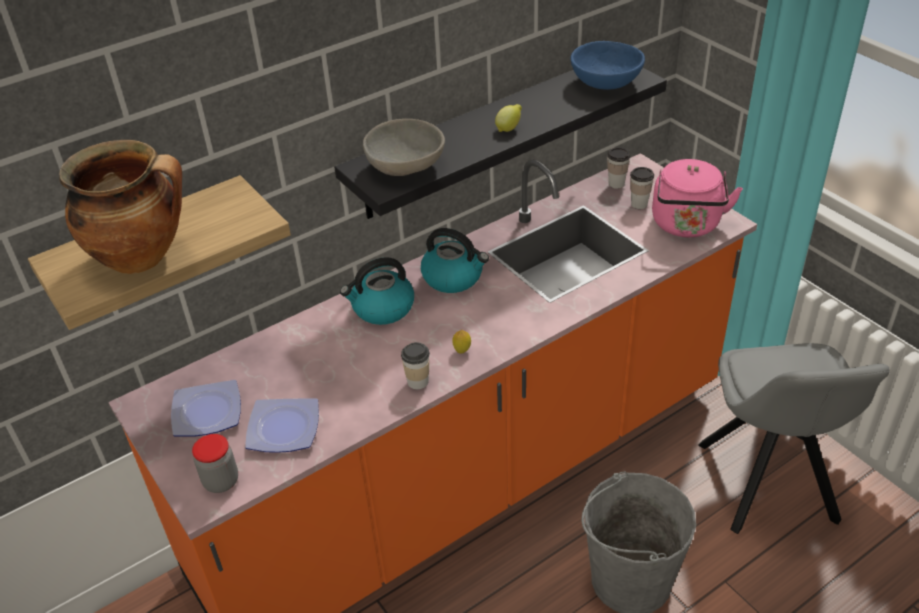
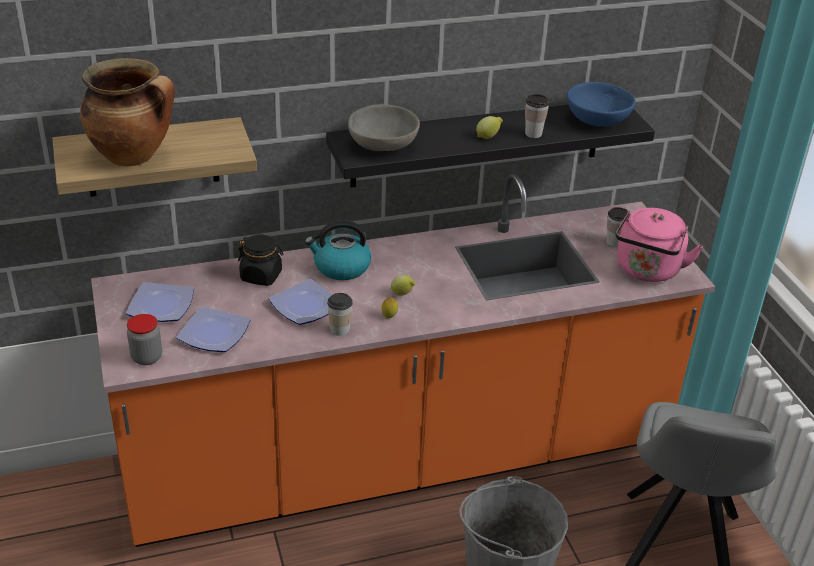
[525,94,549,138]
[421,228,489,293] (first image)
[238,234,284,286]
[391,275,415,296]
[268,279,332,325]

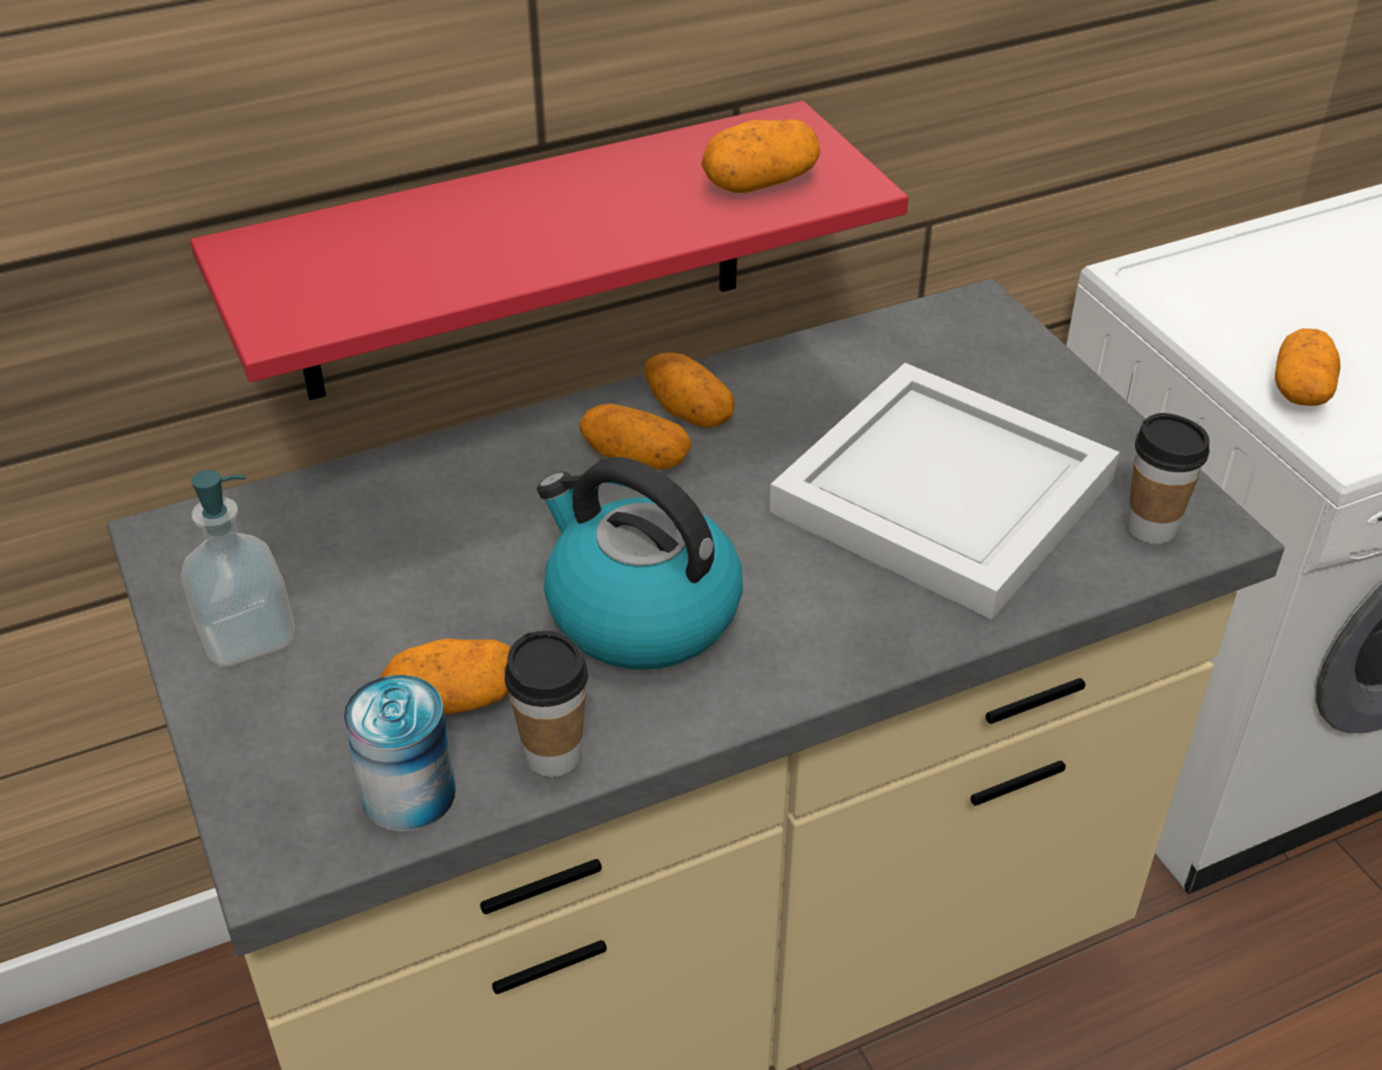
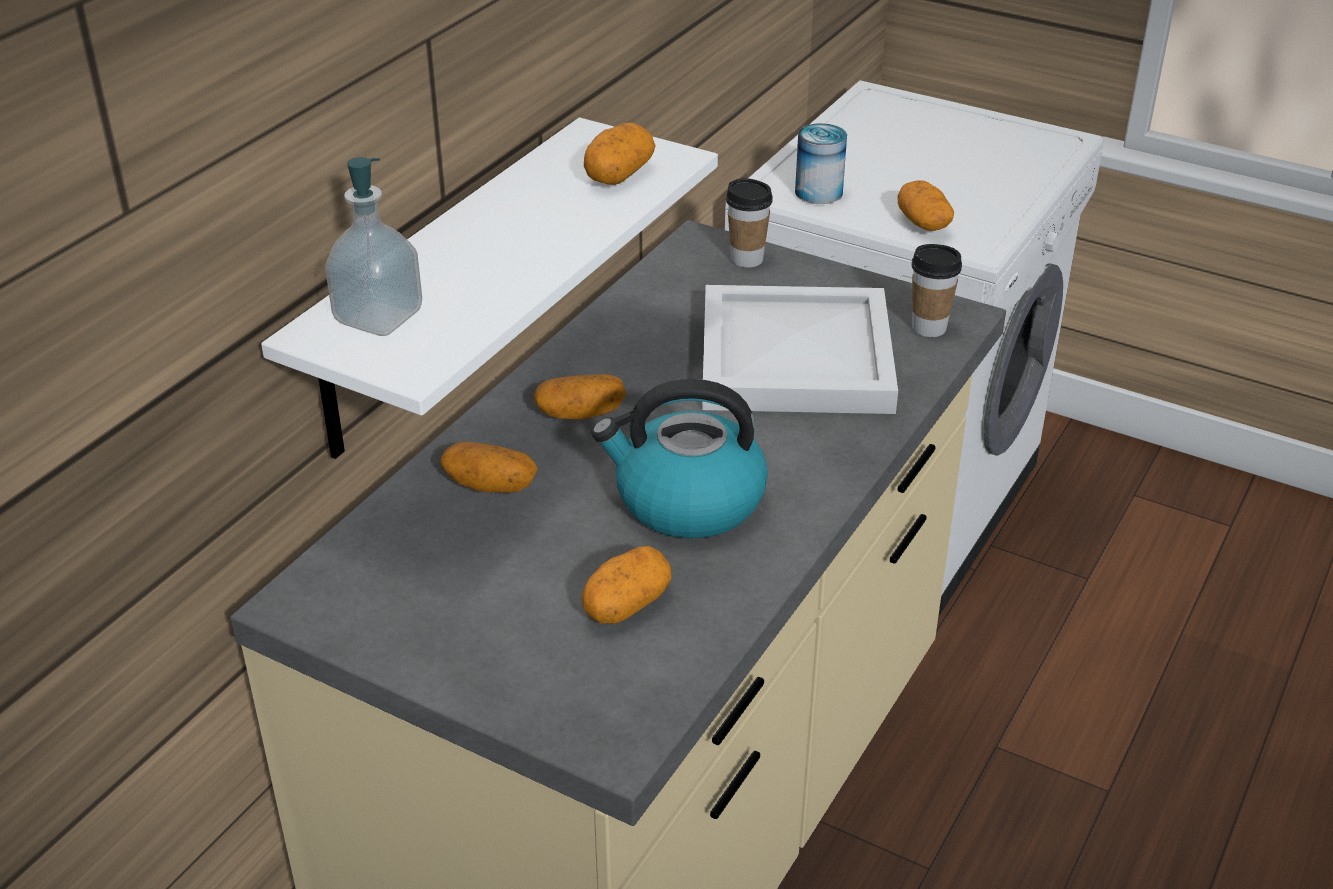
[261,118,718,459]
[440,442,538,493]
[325,157,422,336]
[726,178,773,268]
[795,123,847,204]

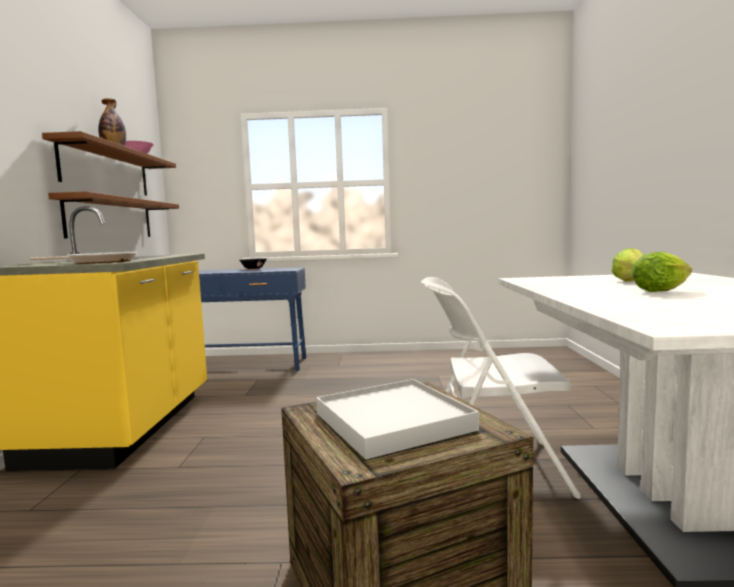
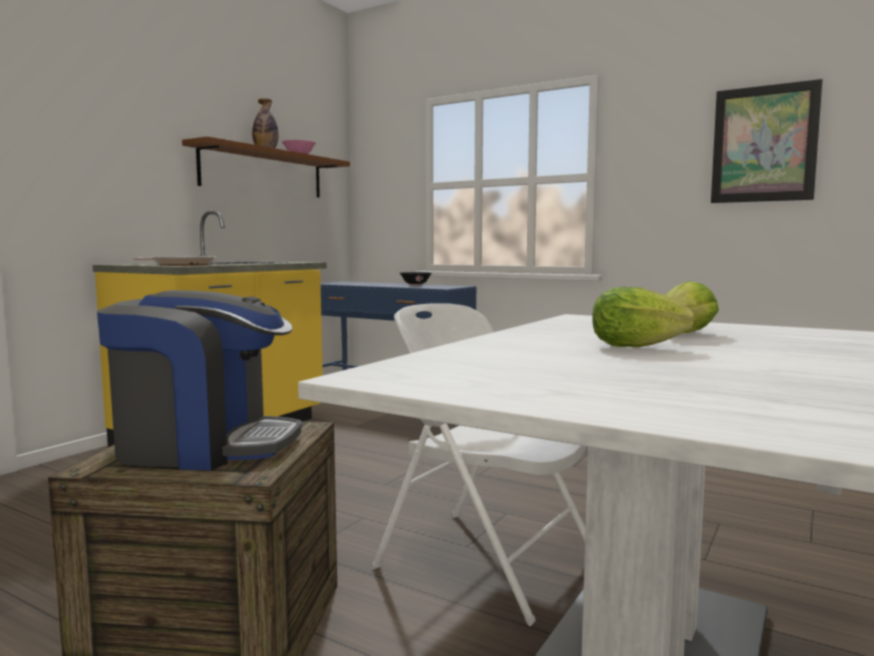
[48,192,179,238] (first image)
[97,290,301,470]
[711,79,822,203]

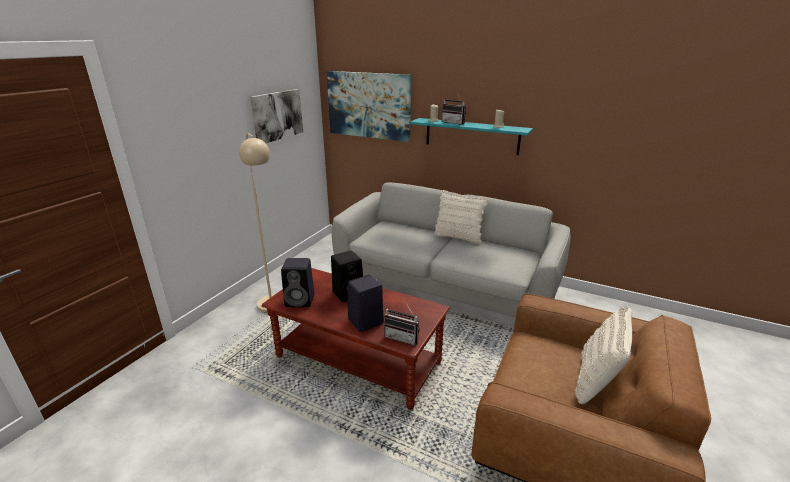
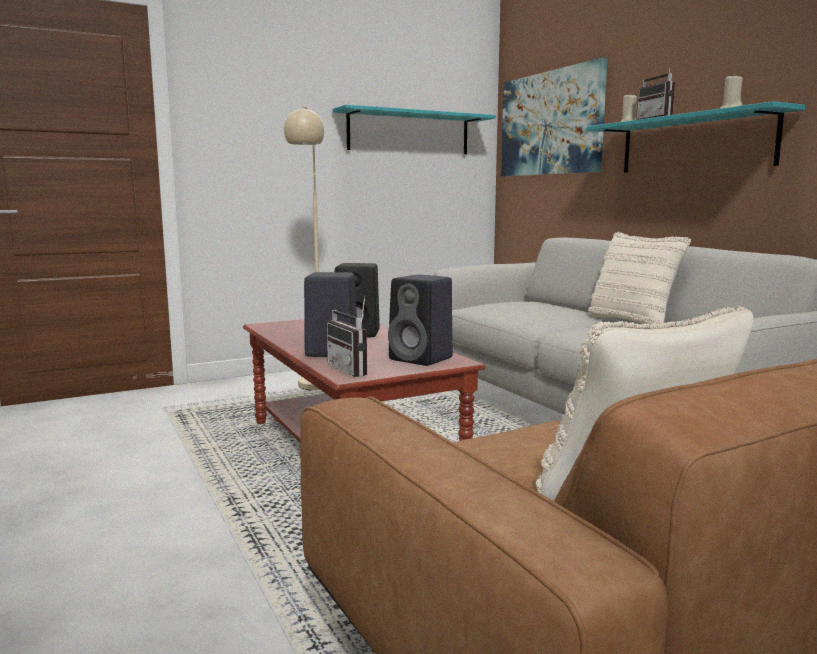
[333,105,496,154]
[388,274,453,366]

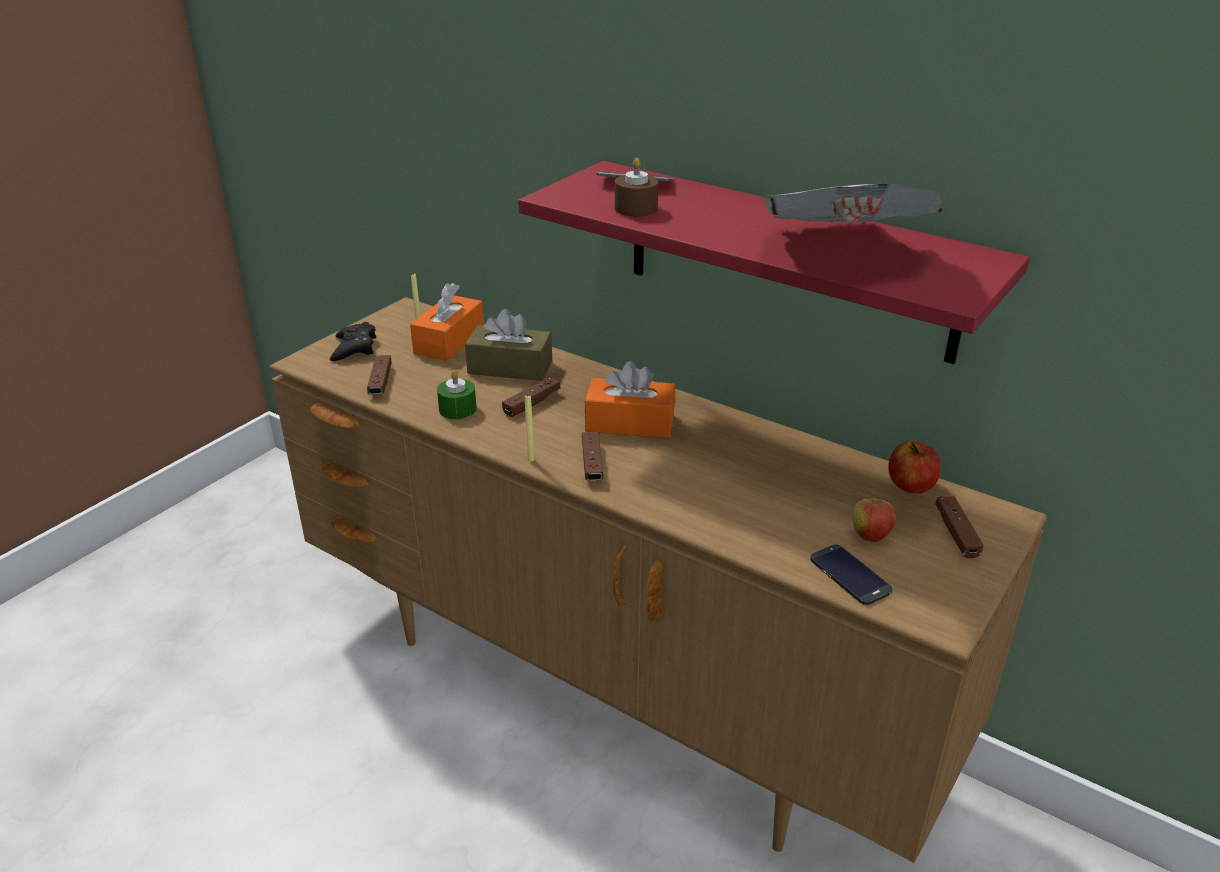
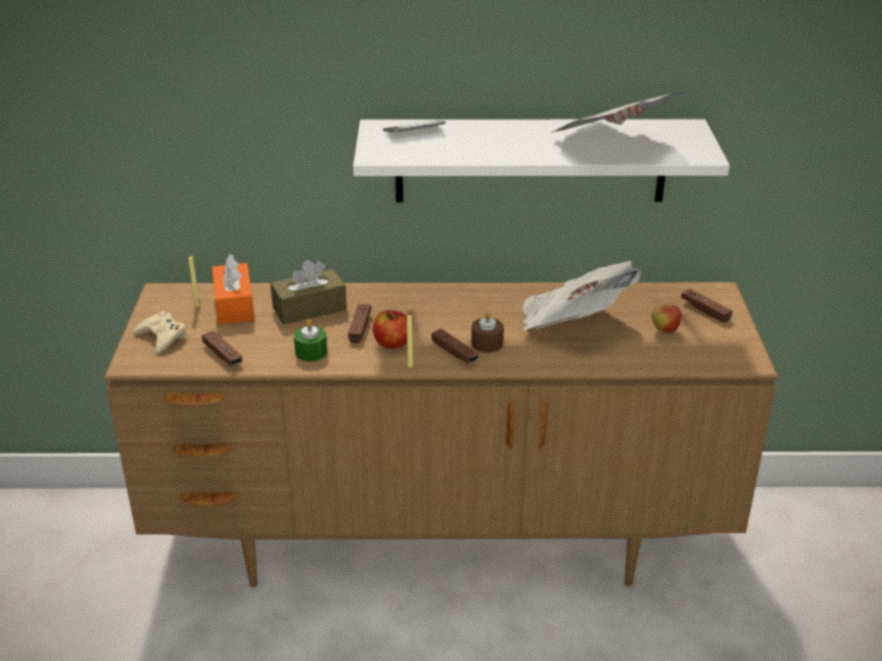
[471,311,504,353]
[353,119,730,202]
[133,311,187,354]
[585,361,675,438] (first image)
[373,310,407,349]
[810,544,892,605] (first image)
[523,261,641,330]

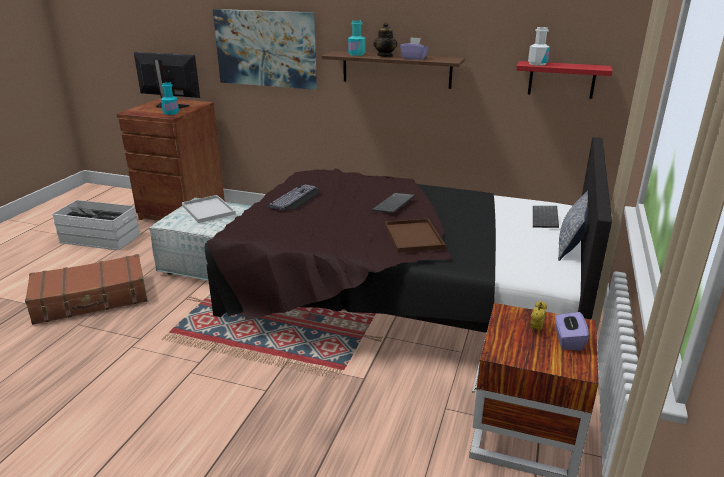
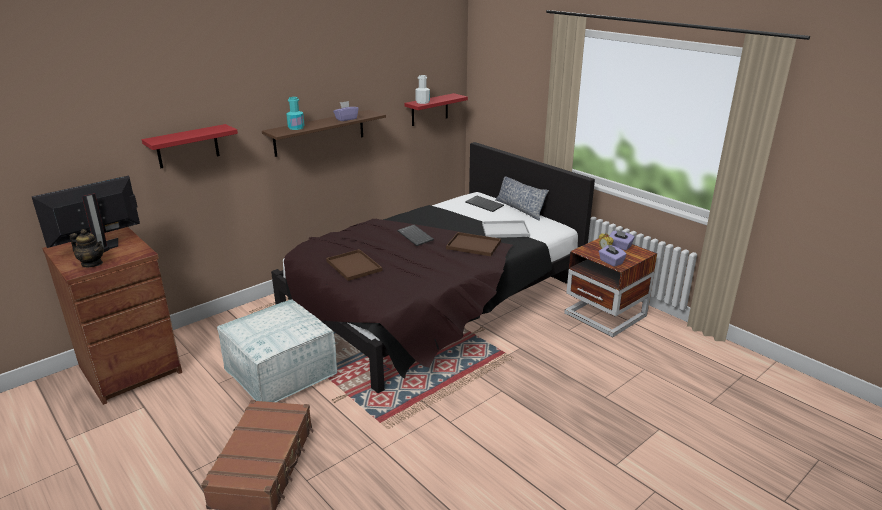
[142,124,238,168]
[70,229,104,267]
[161,82,179,115] (first image)
[326,249,382,281]
[482,220,530,238]
[52,200,140,250] (first image)
[599,244,627,267]

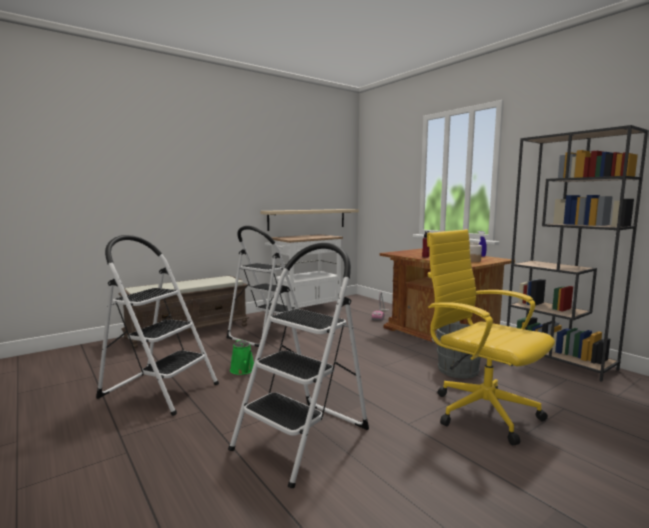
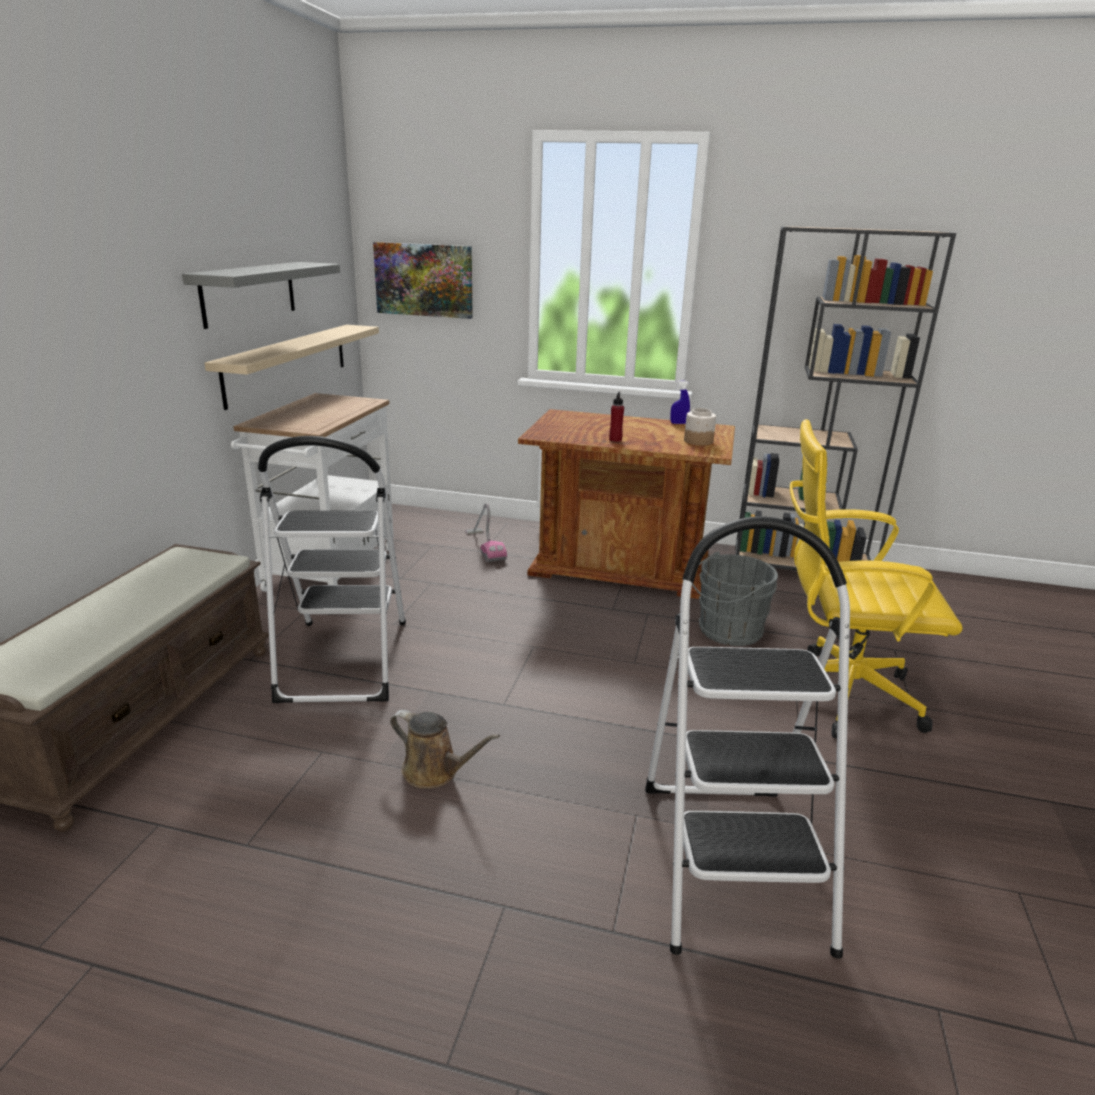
[96,235,219,416] (first image)
[390,710,500,789]
[373,242,473,319]
[182,262,340,329]

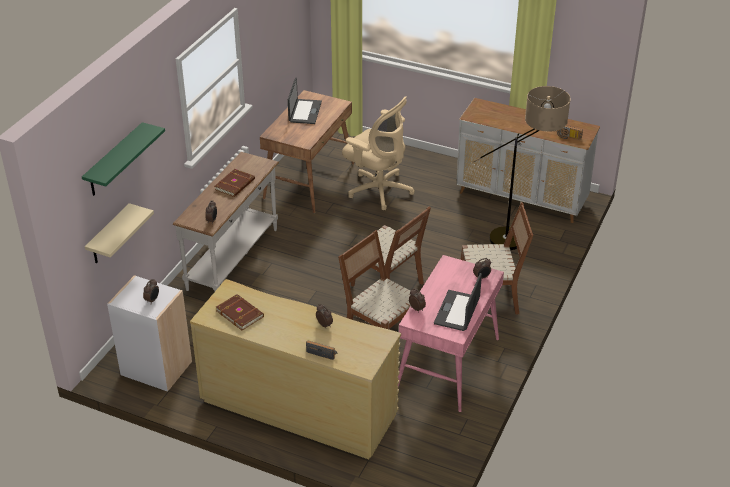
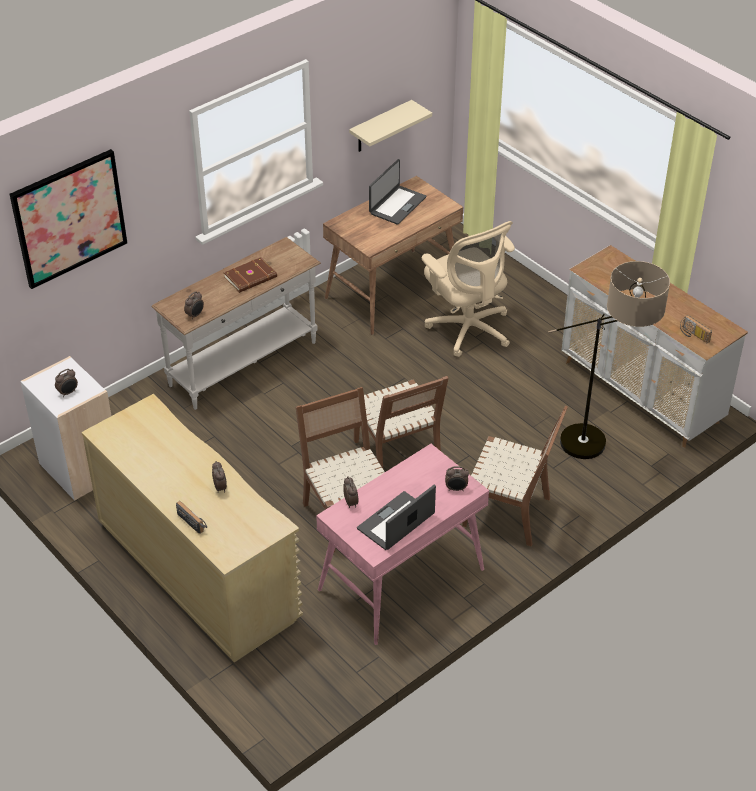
[9,149,127,289]
[349,100,432,152]
[216,294,264,330] (first image)

